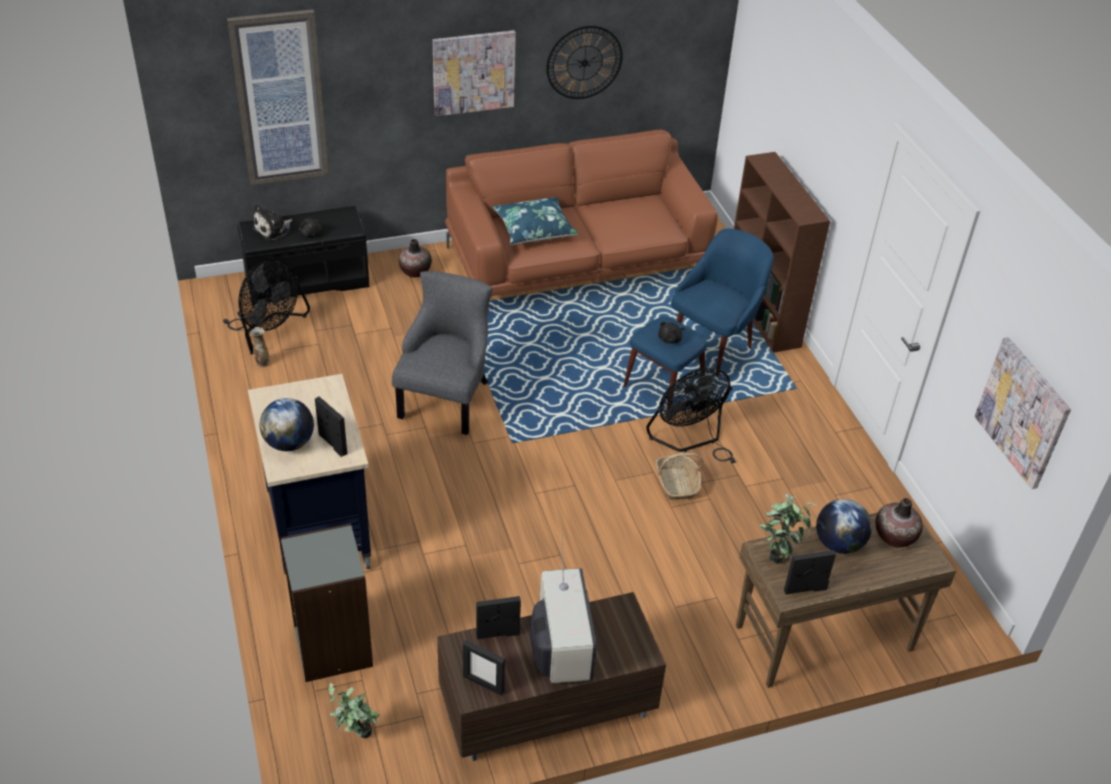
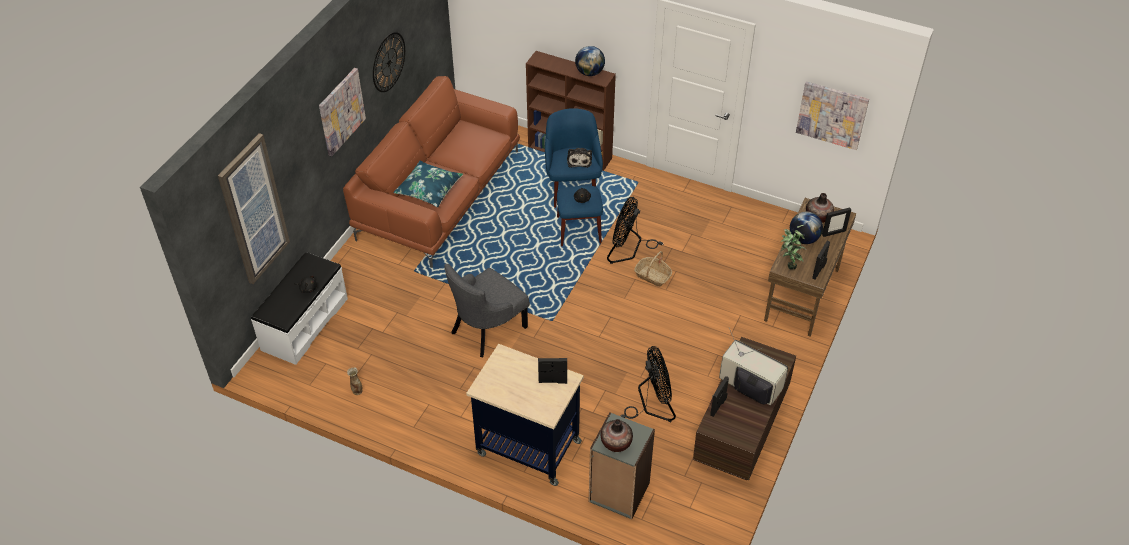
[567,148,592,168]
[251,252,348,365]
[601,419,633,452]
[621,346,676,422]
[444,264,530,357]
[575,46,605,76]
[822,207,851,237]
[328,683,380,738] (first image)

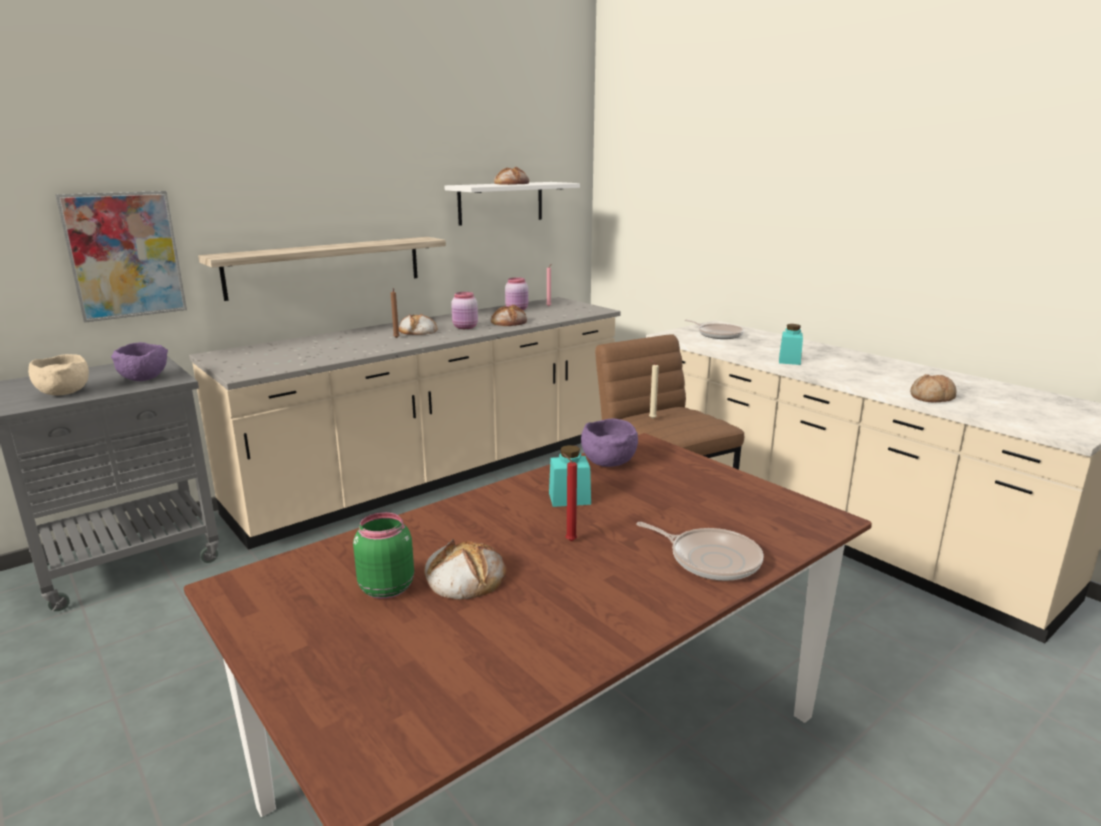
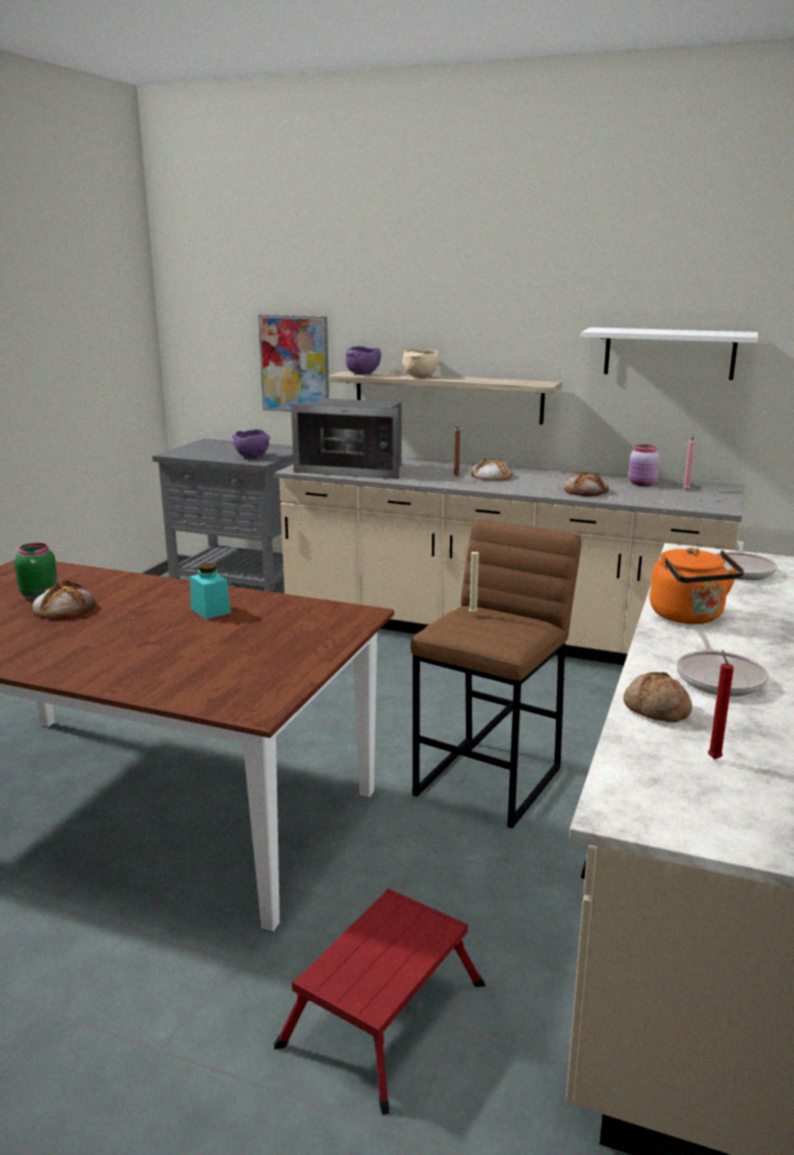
[494,167,529,185] (first image)
[451,292,478,329] (first image)
[650,547,744,624]
[403,349,440,377]
[346,346,381,375]
[708,650,734,759]
[676,631,768,696]
[291,398,402,479]
[274,888,486,1115]

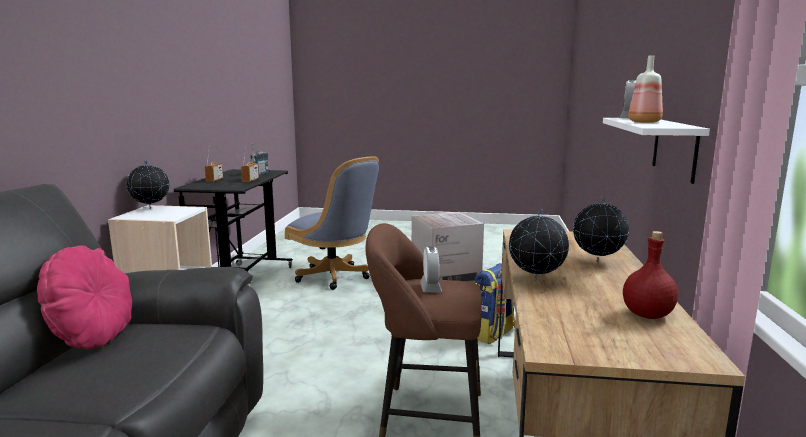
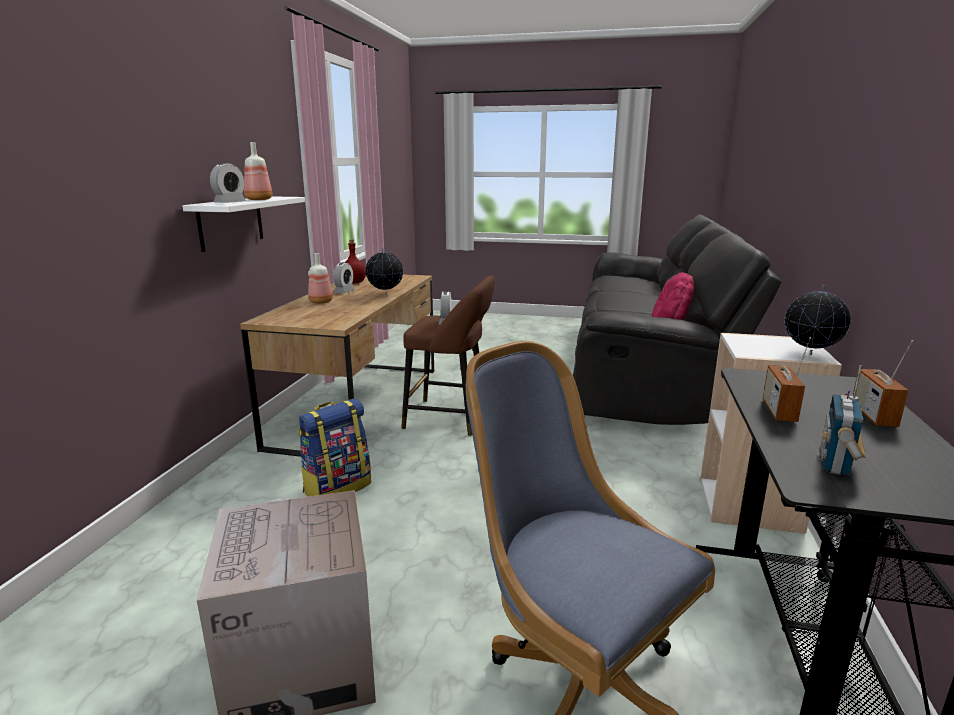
[308,253,333,304]
[333,262,355,293]

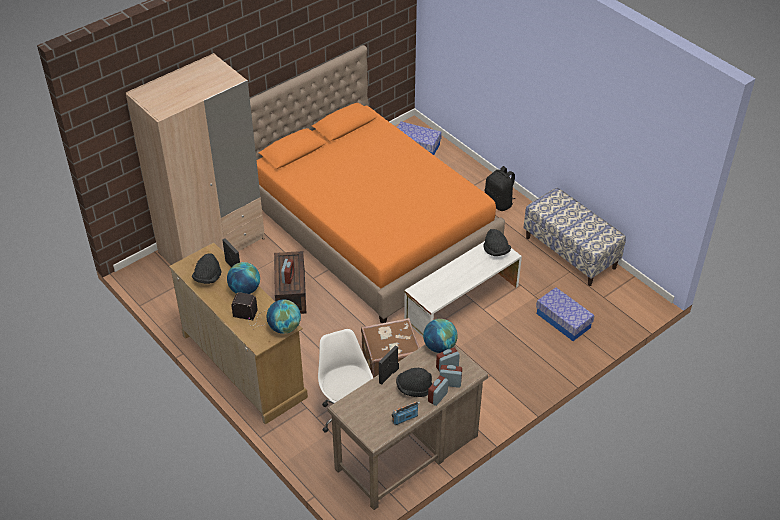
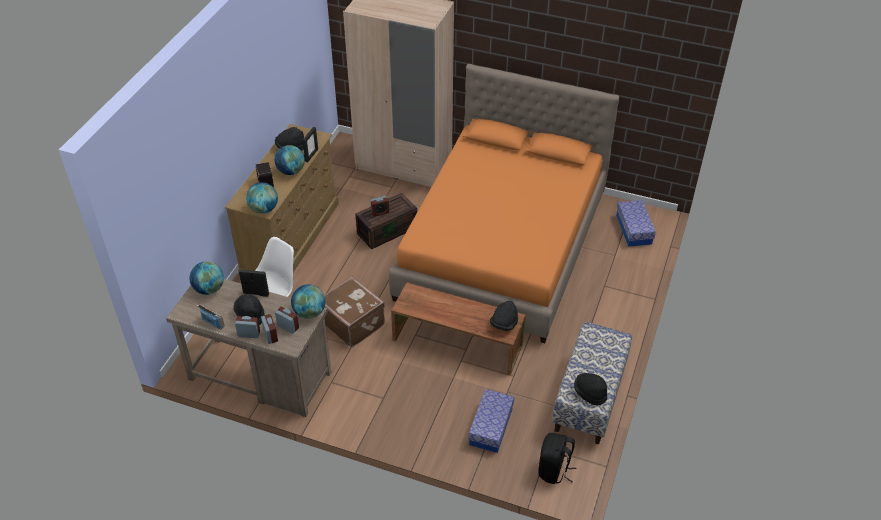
[538,433,577,484]
[391,282,526,375]
[190,261,224,295]
[574,373,607,405]

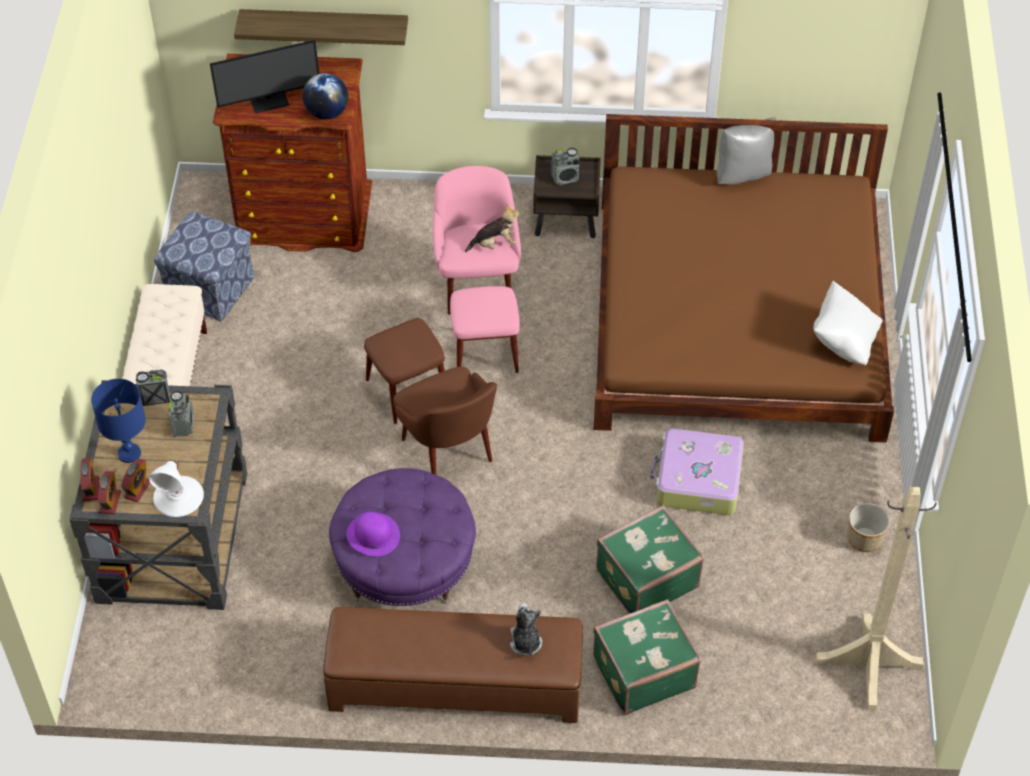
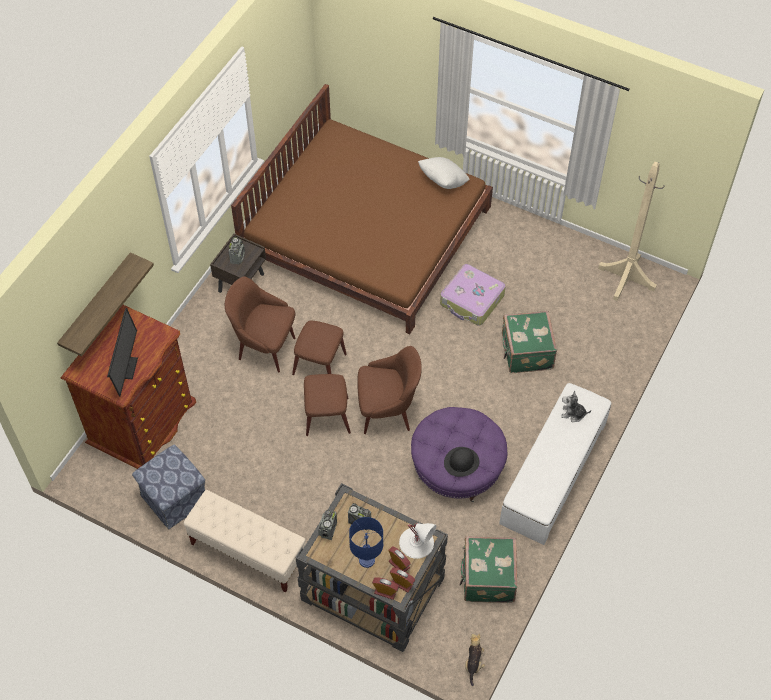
[303,73,348,119] (first image)
[717,118,777,185] (first image)
[225,276,347,375]
[465,634,485,686]
[847,503,890,552] (first image)
[444,447,479,477]
[460,536,517,603]
[499,383,611,545]

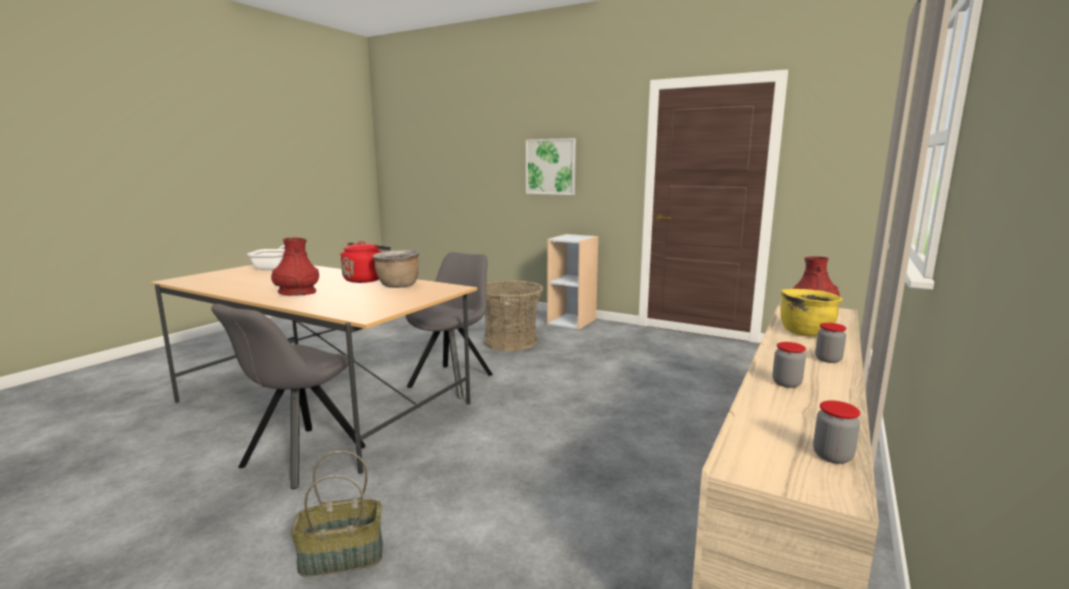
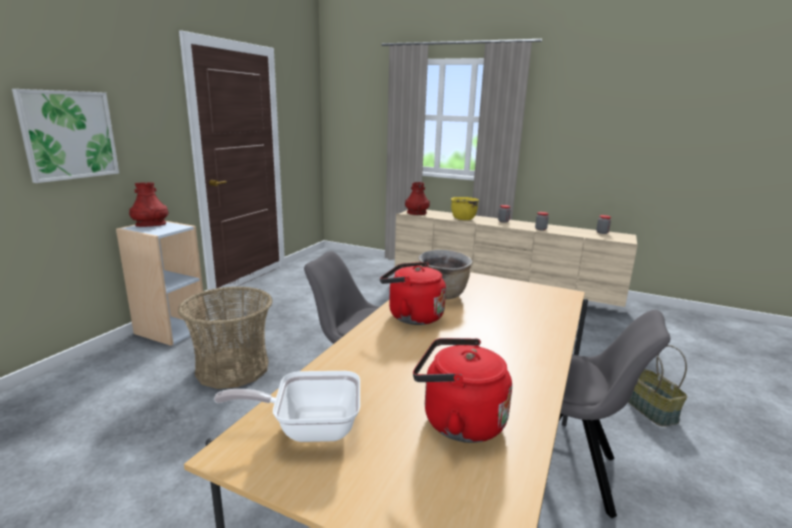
[129,182,168,227]
[413,338,512,443]

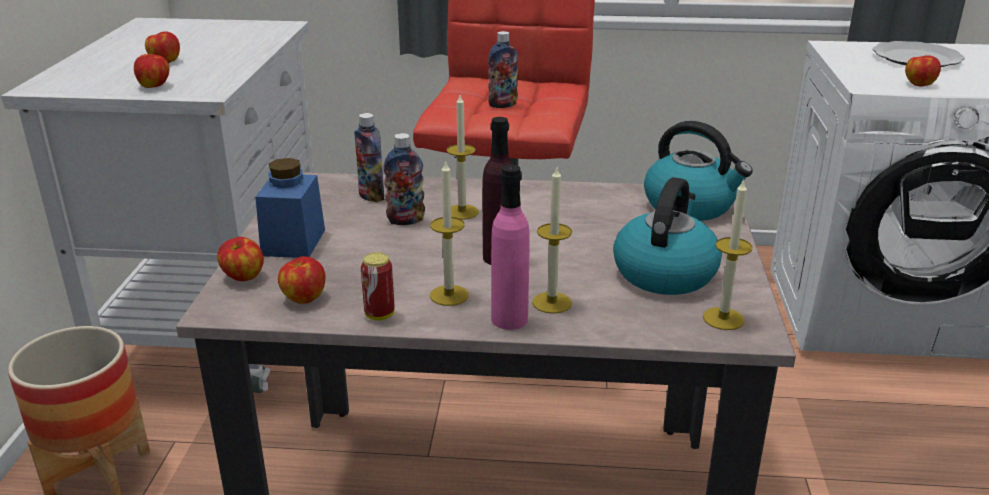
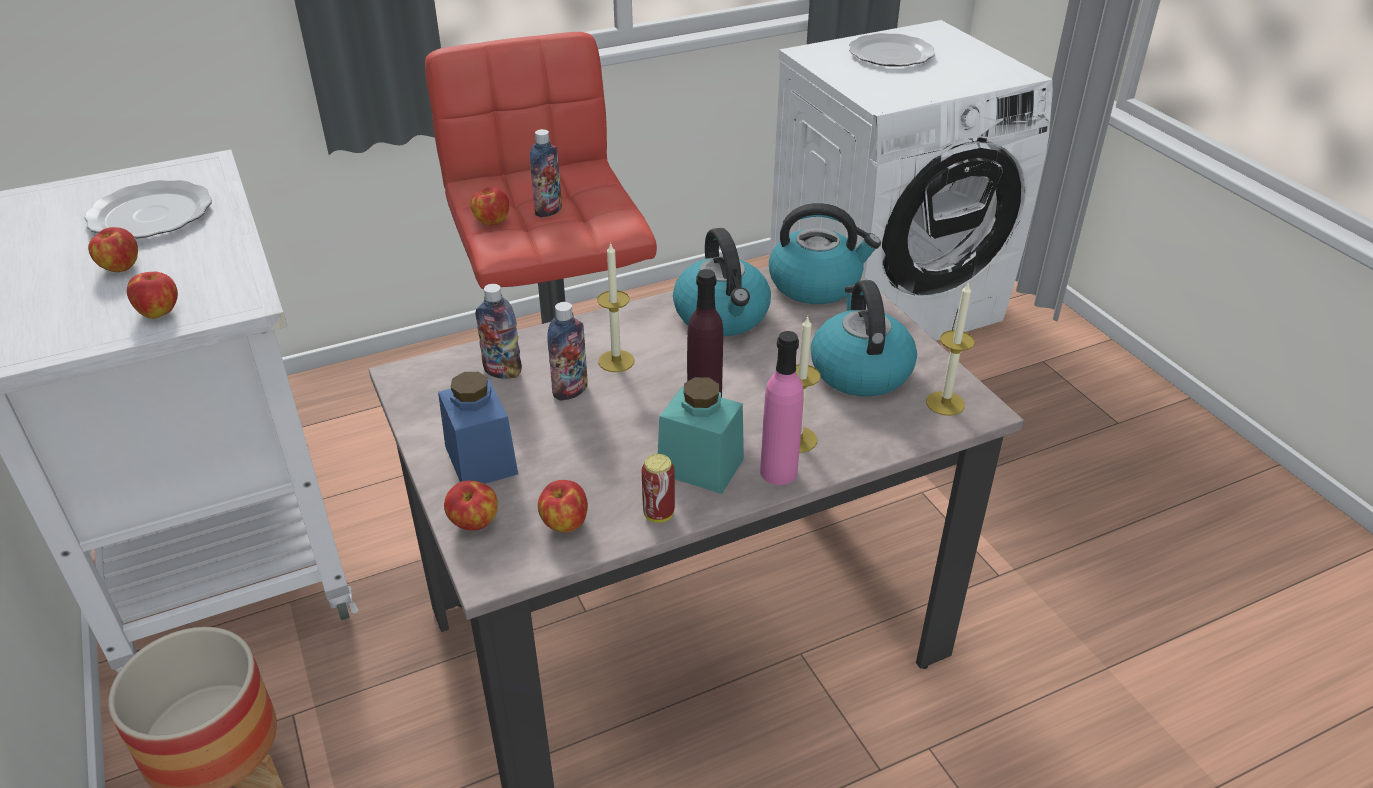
[470,187,509,226]
[658,377,744,494]
[84,180,212,238]
[673,228,771,336]

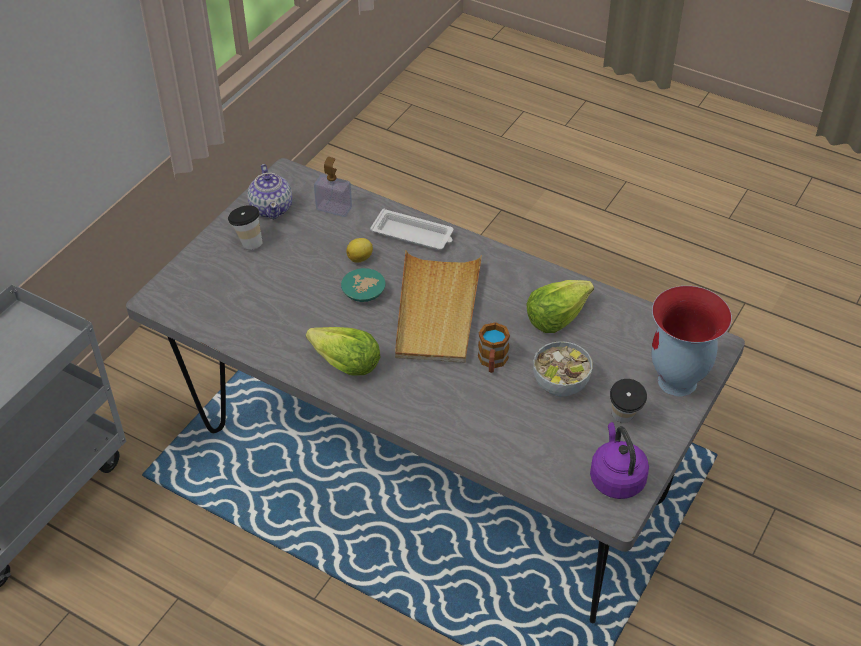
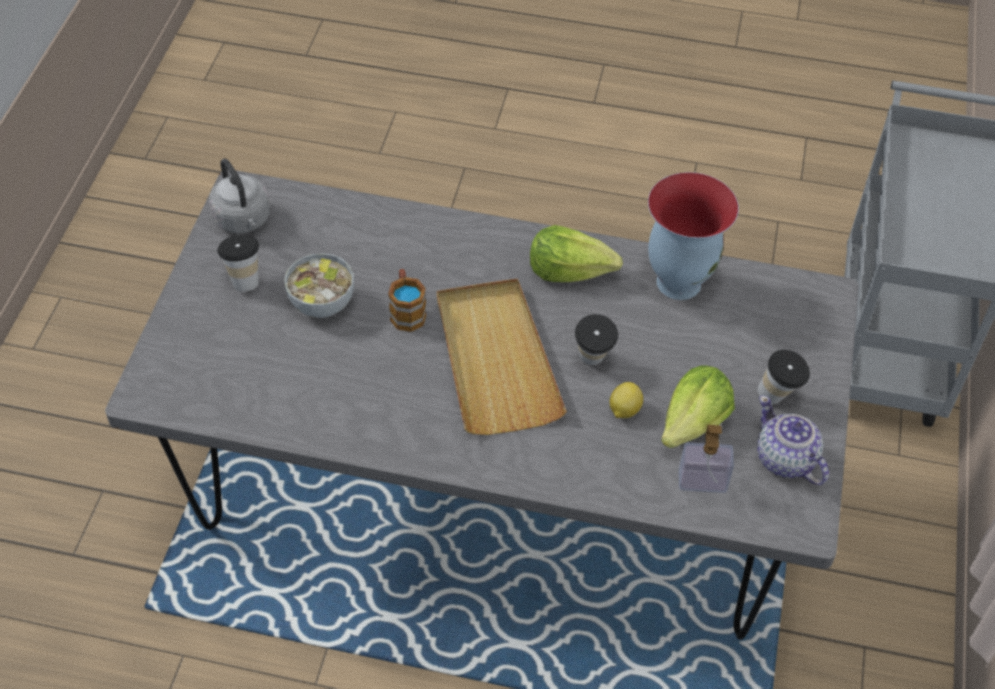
[370,209,454,250] (first image)
[575,314,618,365]
[661,365,735,448]
[648,172,739,300]
[209,159,270,233]

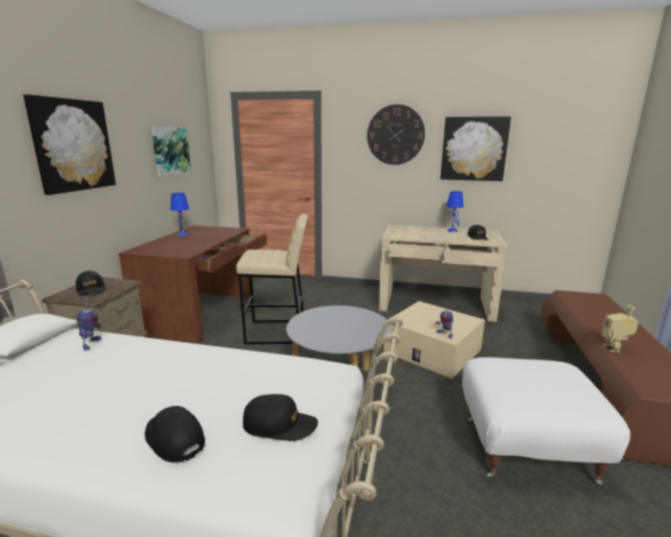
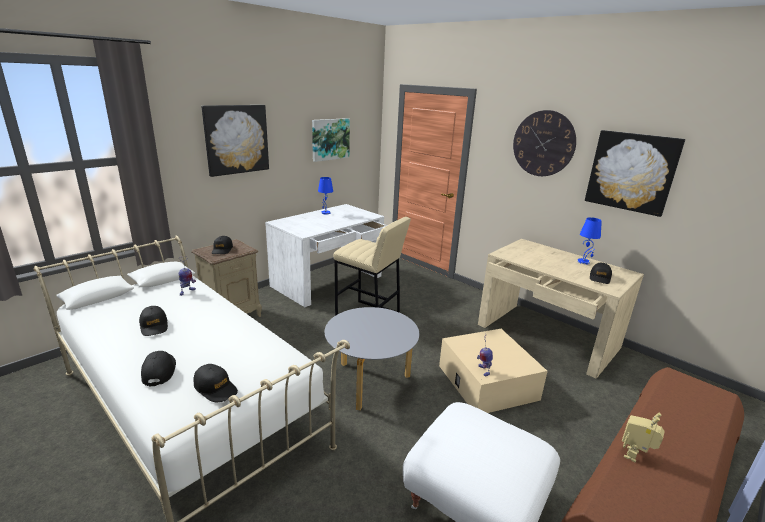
[265,204,387,307]
[139,306,168,336]

